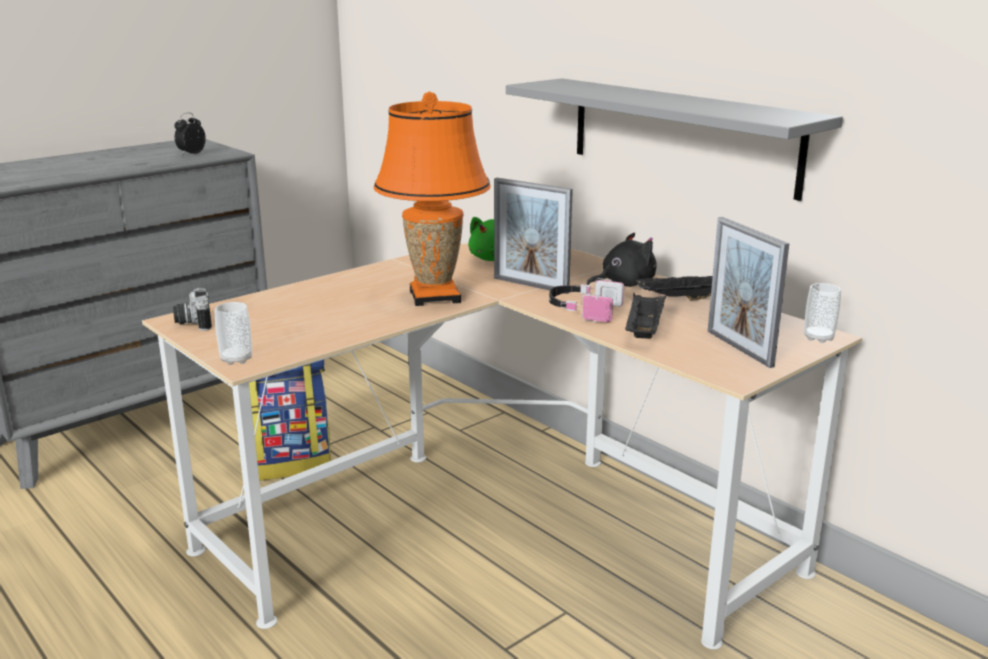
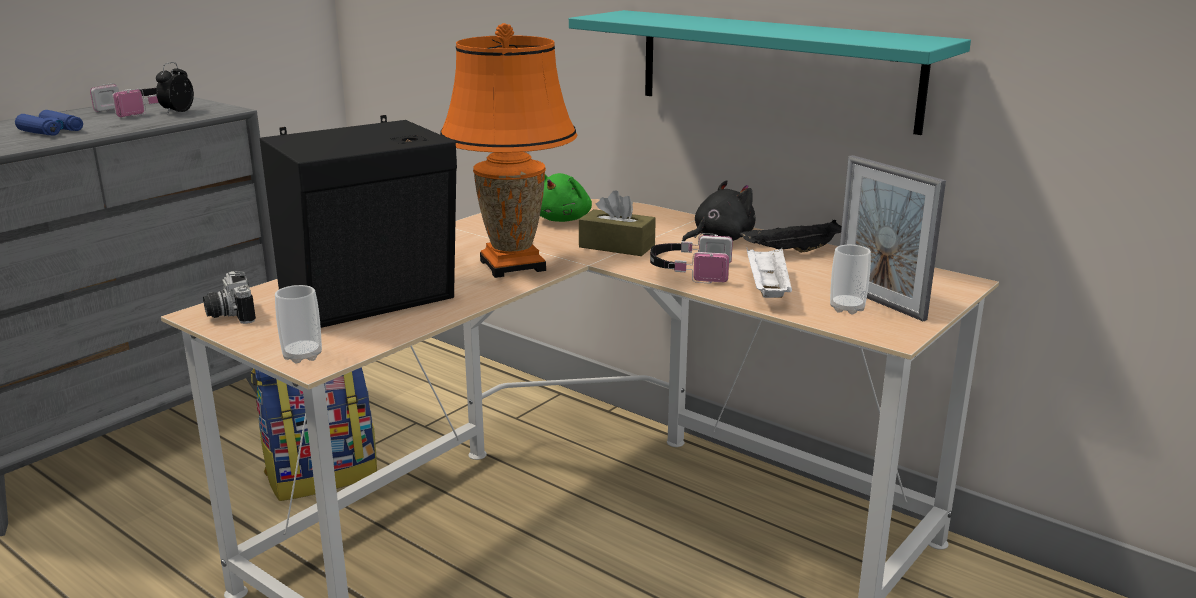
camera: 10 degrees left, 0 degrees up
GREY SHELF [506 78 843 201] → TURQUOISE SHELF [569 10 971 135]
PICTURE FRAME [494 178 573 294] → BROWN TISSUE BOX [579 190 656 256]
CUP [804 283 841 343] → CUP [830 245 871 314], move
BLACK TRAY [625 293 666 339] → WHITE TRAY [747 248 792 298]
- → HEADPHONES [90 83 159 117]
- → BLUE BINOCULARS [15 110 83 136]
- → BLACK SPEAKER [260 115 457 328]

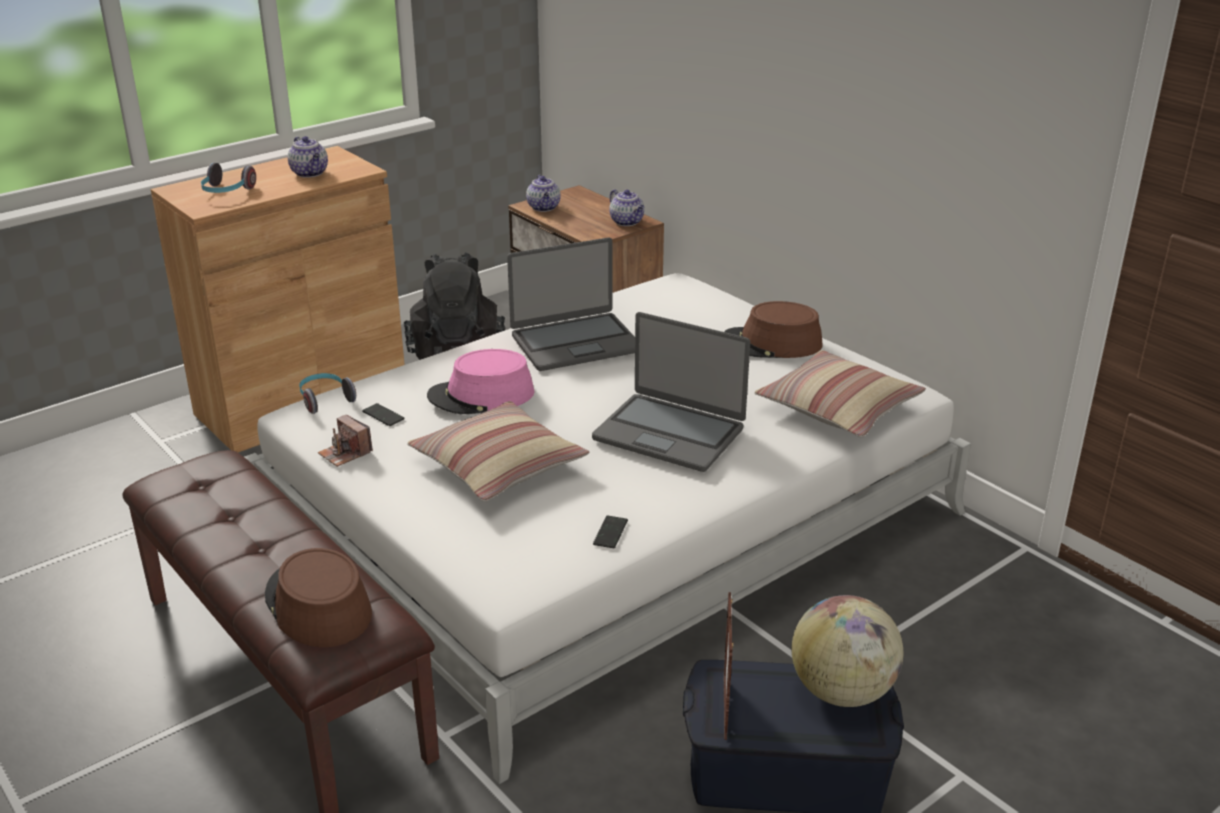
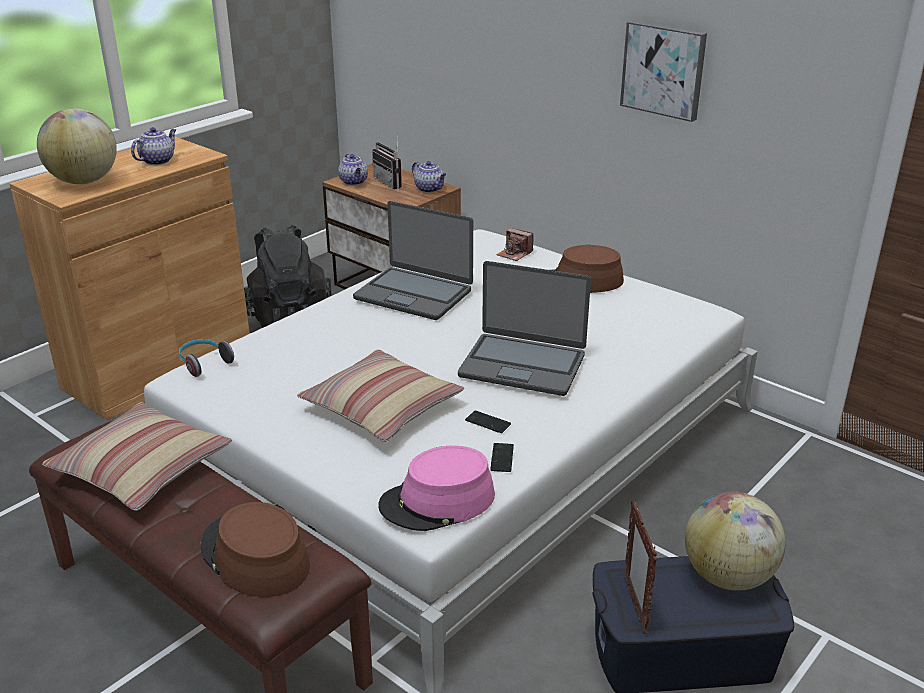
camera: 10 degrees left, 0 degrees up
TEAPOT [288 136 328 178] → TEAPOT [131 127 177 165], 105 degrees counterclockwise
HEADPHONES [201 163 256 193] → GLOBE [37 108 117 184]
LAPTOP [507 238 635 371] → LAPTOP [353 201 473 320], 60 degrees clockwise
PINK HAT [427 349 535 414] → PINK HAT [378 446 495 531], move
PILLOW [754 350 926 438] → PILLOW [42 402 232 511], move
PHONE [362 403 405 426] → PHONE [465 410 511 433], move
PHOTO CAMERA [318 415 373 467] → PHOTO CAMERA [496 228 533 261], move
- → PICTURE [620 21 707 122]
- → RADIO [372 133 402 189]

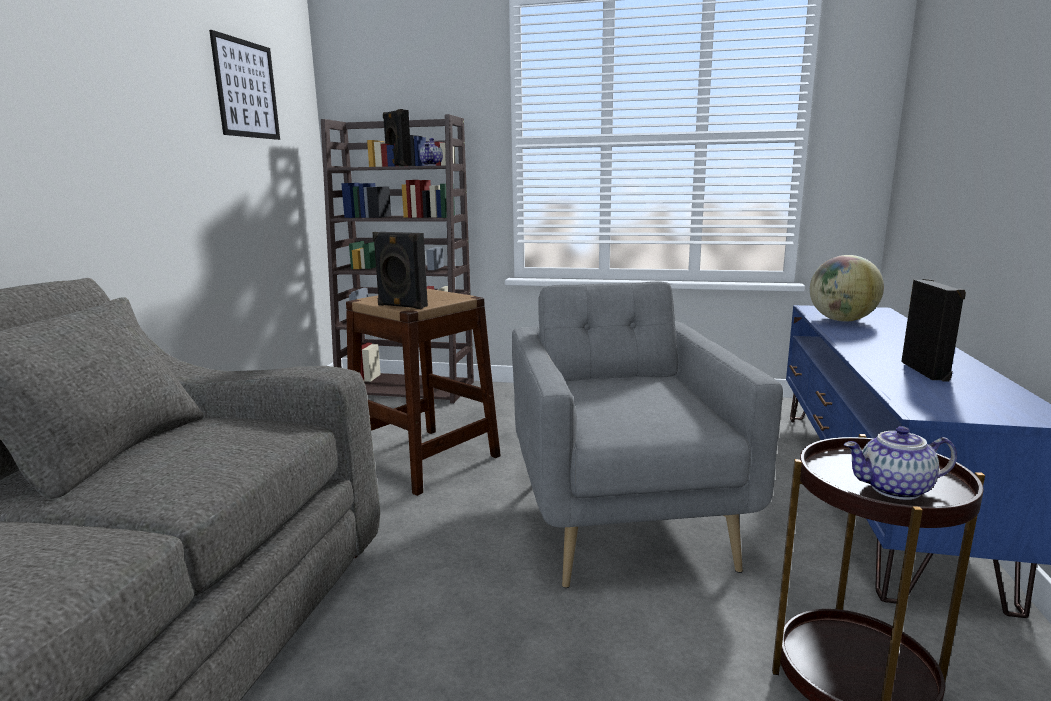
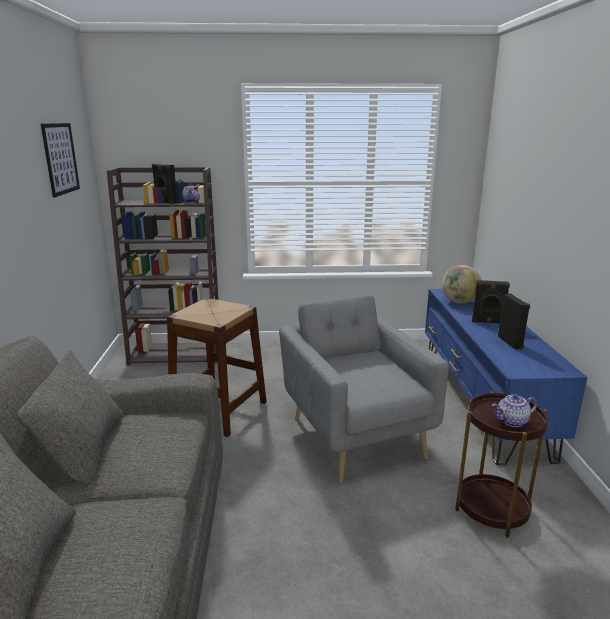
camera: 15 degrees left, 5 degrees up
BLACK SPEAKER [372 232 428 309] → BLACK SPEAKER [472 280 510 323], move

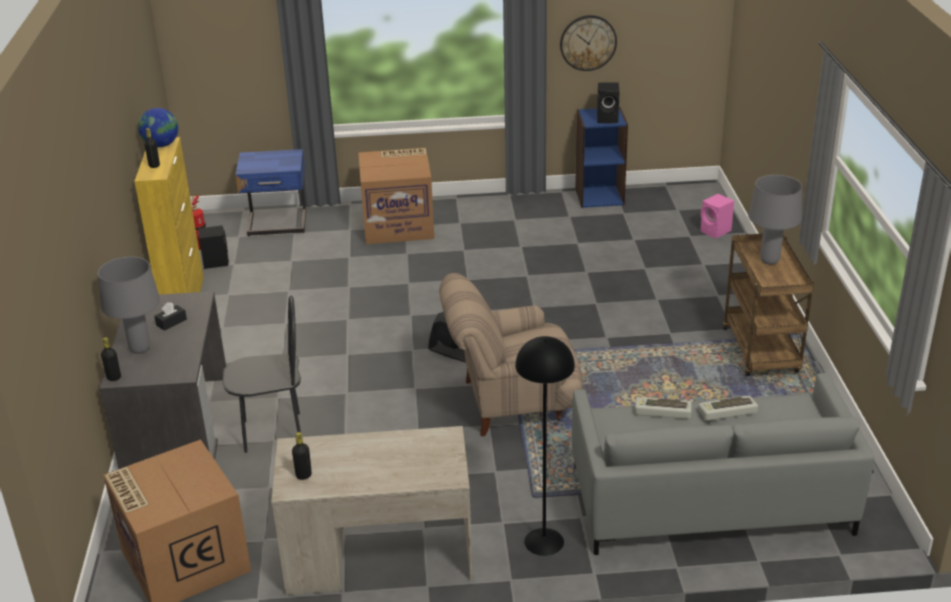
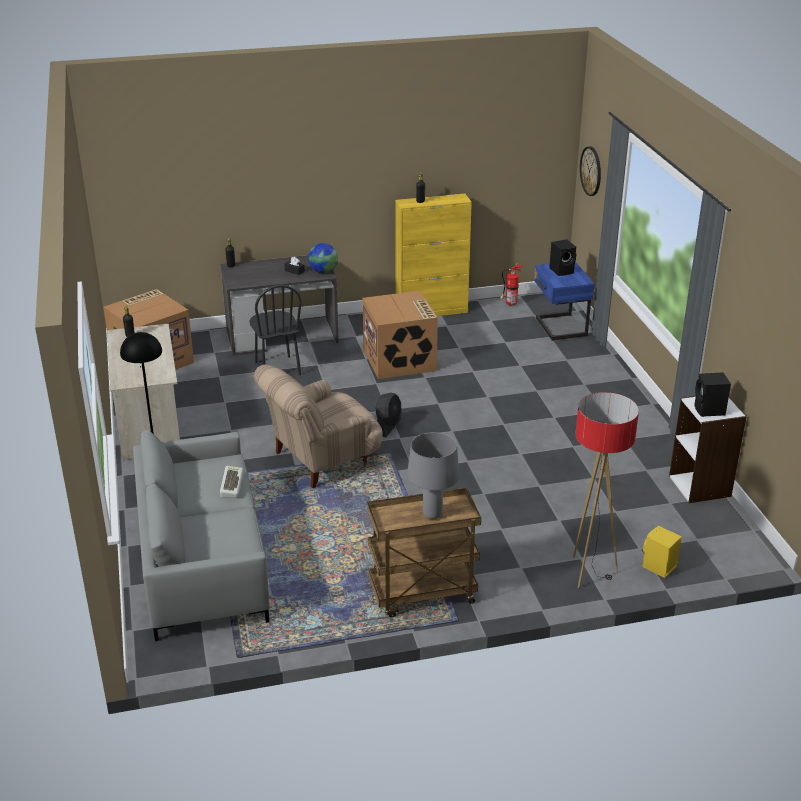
camera: 80 degrees right, 0 degrees up
WALL CLOCK [560 15 617 71] → WALL CLOCK [580 147 601 196], move
BLUE BOOKCASE [575 107 628 208] → WHITE BOOKCASE [669 396 746 503]
GLOBE [138 108 178 147] → GLOBE [308 243 338 273], move
CARDBOARD BOX [358 148 434 244] → CARDBOARD BOX [363 291 438 379], move
PINK SPEAKER [700 194 734 238] → YELLOW SPEAKER [642 526 682 578]
BLACK SPEAKER [198 225 229 269] → BLACK SPEAKER [549 239 576 276], move
GREY TABLE LAMP [98 257 160 354] → -
BEIGE ARMCHAIR [439 273 583 436] → BEIGE ARMCHAIR [254 364 383 488], 105 degrees counterclockwise
KEYBOARD [698 396 758 421] → -
- → FLOOR LAMP [573 392 639 588]

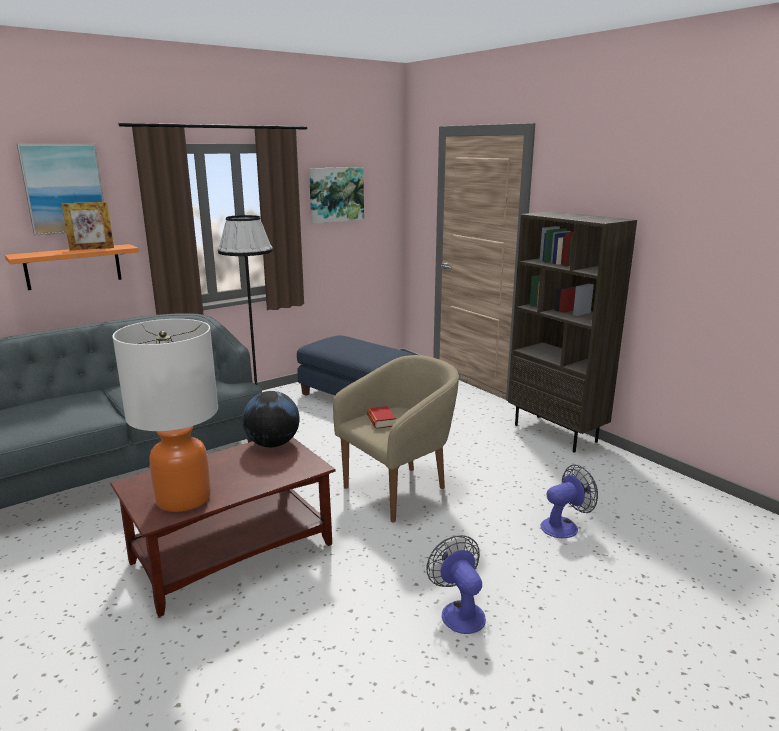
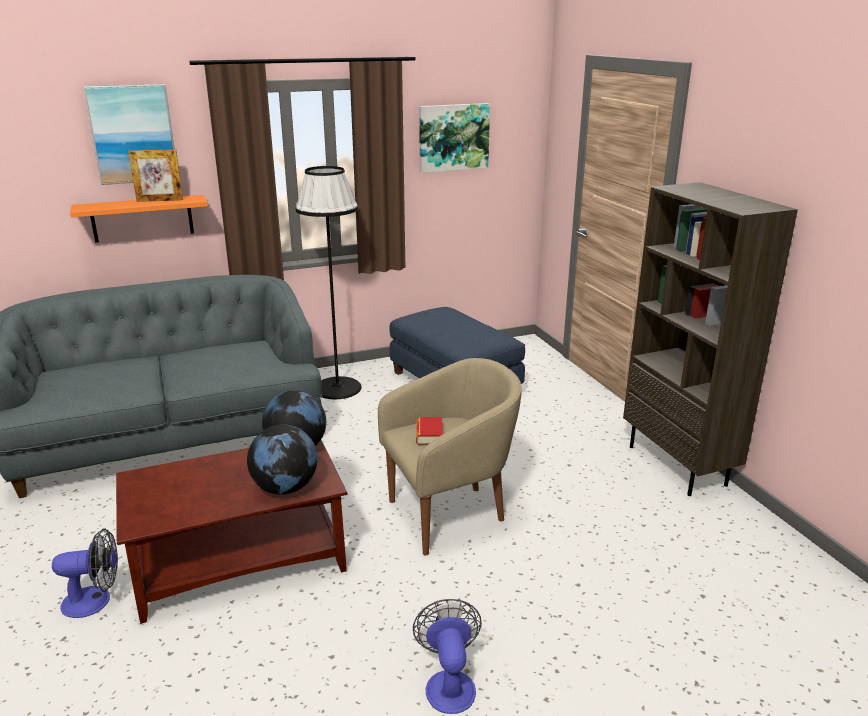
camera: 15 degrees right, 5 degrees up
TABLE LAMP [112 319 218 512] → -
FAN [541 465 598 538] → FAN [52 528 118 618], move
- → GLOBE [247 425 317 495]

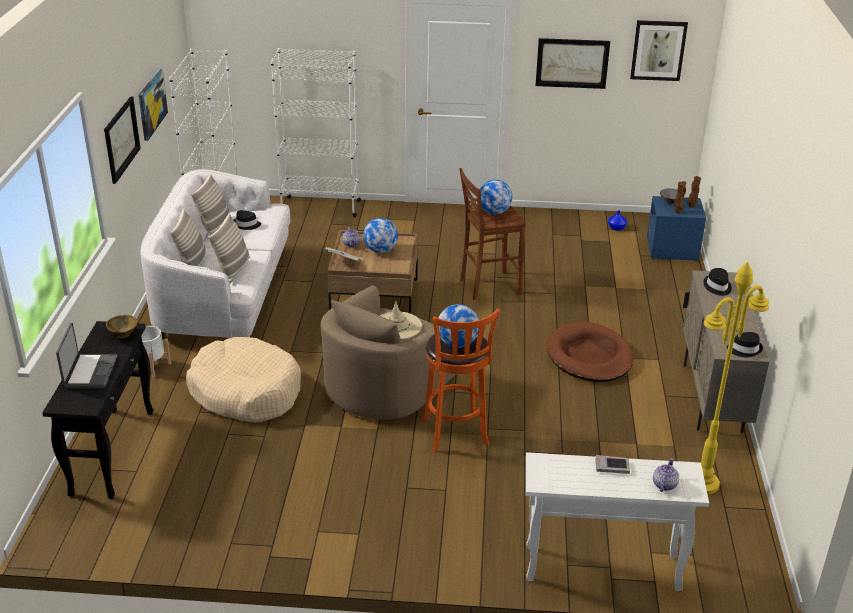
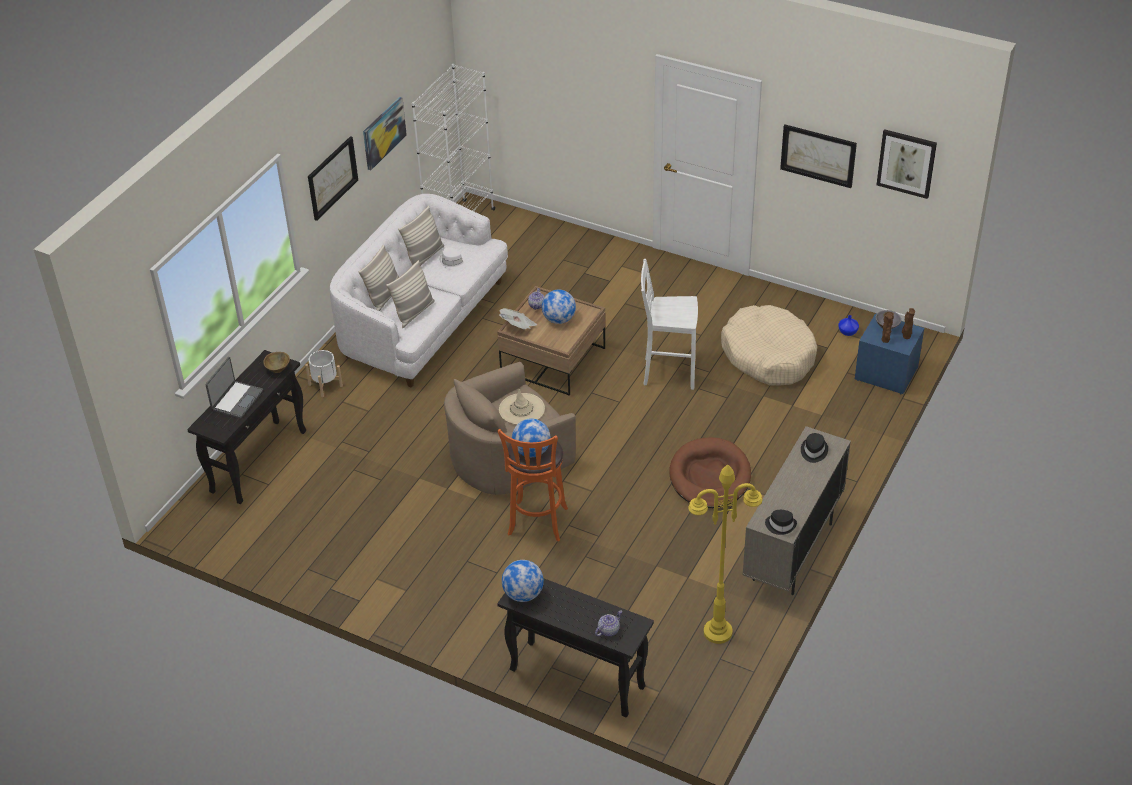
camera: 25 degrees right, 10 degrees up
WHITE BOOKCASE [271 48 361 217] → -
BROWN STOOL [459 168 526 300] → WHITE STOOL [641 259 698 390]
GLOBE [480 180 512 214] → GLOBE [502 560 544 602], move
BLACK HAT [234 210 261 230] → WHITE HAT [440 247 466 269]
BEIGE DOG BED [186 337 301 423] → BEIGE DOG BED [721 305 817 386], move
WHITE CONSOLE TABLE [526 452 709 591] → BLACK CONSOLE TABLE [497 579 654 717]
BOOK [595 455 630 474] → -

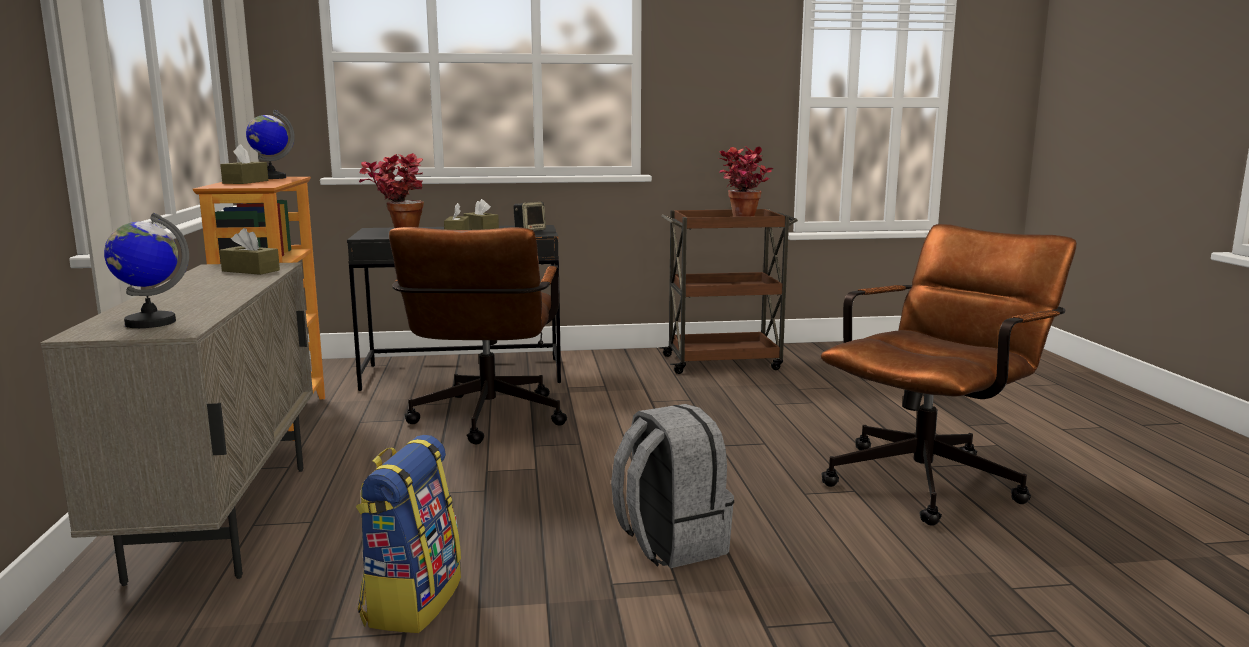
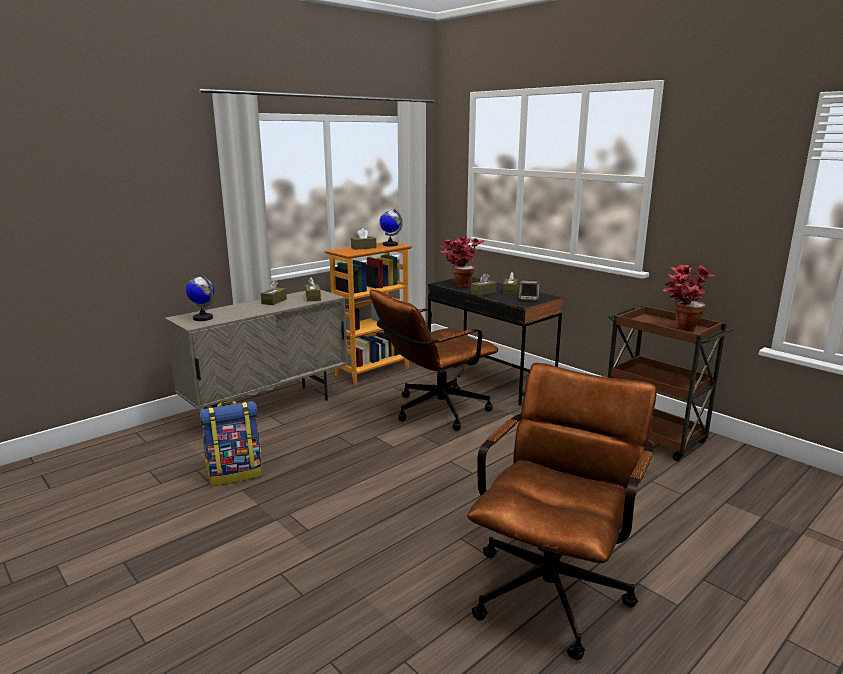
camera: 55 degrees right, 5 degrees up
BROWN OFFICE CHAIR [821 224 1077 526] → BROWN OFFICE CHAIR [467 363 657 660], 75 degrees counterclockwise
GREY BACKPACK [611 404 734 568] → -
- → BROWN TISSUE BOX [261 280 287 305]

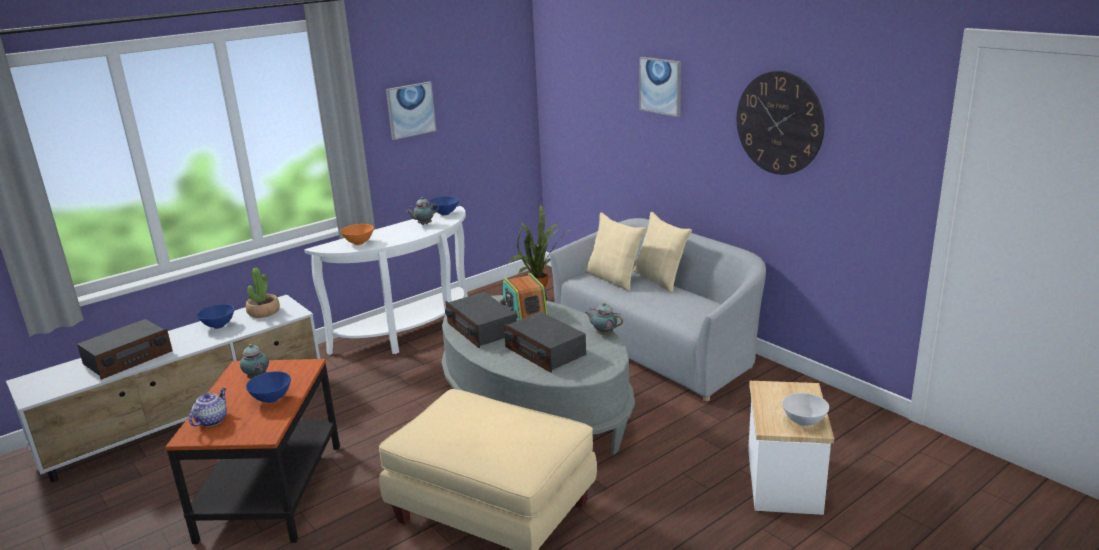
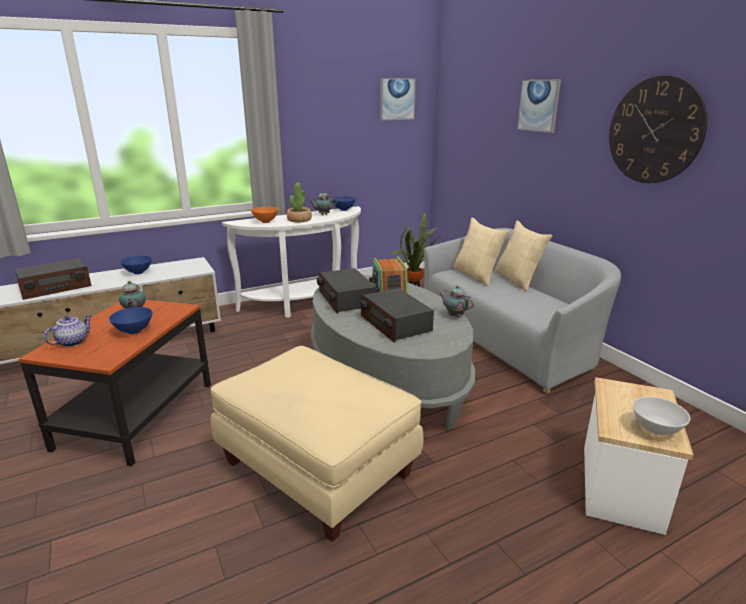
camera: 10 degrees right, 0 degrees up
PICTURE [386 82 437 140] → PICTURE [380 78 416 121], move
POTTED PLANT [246 268 280 318] → POTTED PLANT [287 183 312 223], move

